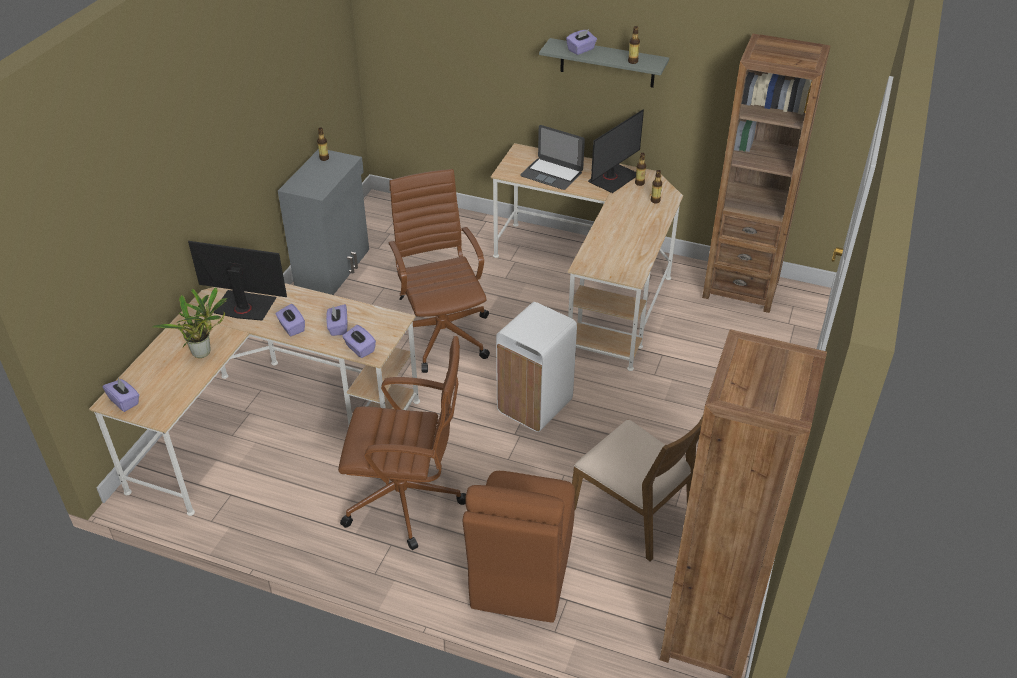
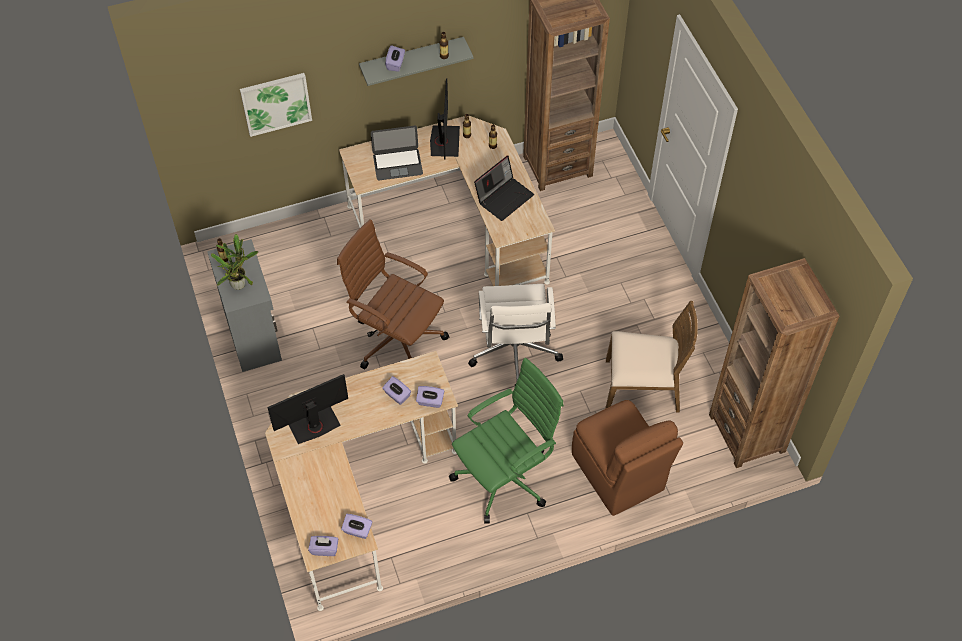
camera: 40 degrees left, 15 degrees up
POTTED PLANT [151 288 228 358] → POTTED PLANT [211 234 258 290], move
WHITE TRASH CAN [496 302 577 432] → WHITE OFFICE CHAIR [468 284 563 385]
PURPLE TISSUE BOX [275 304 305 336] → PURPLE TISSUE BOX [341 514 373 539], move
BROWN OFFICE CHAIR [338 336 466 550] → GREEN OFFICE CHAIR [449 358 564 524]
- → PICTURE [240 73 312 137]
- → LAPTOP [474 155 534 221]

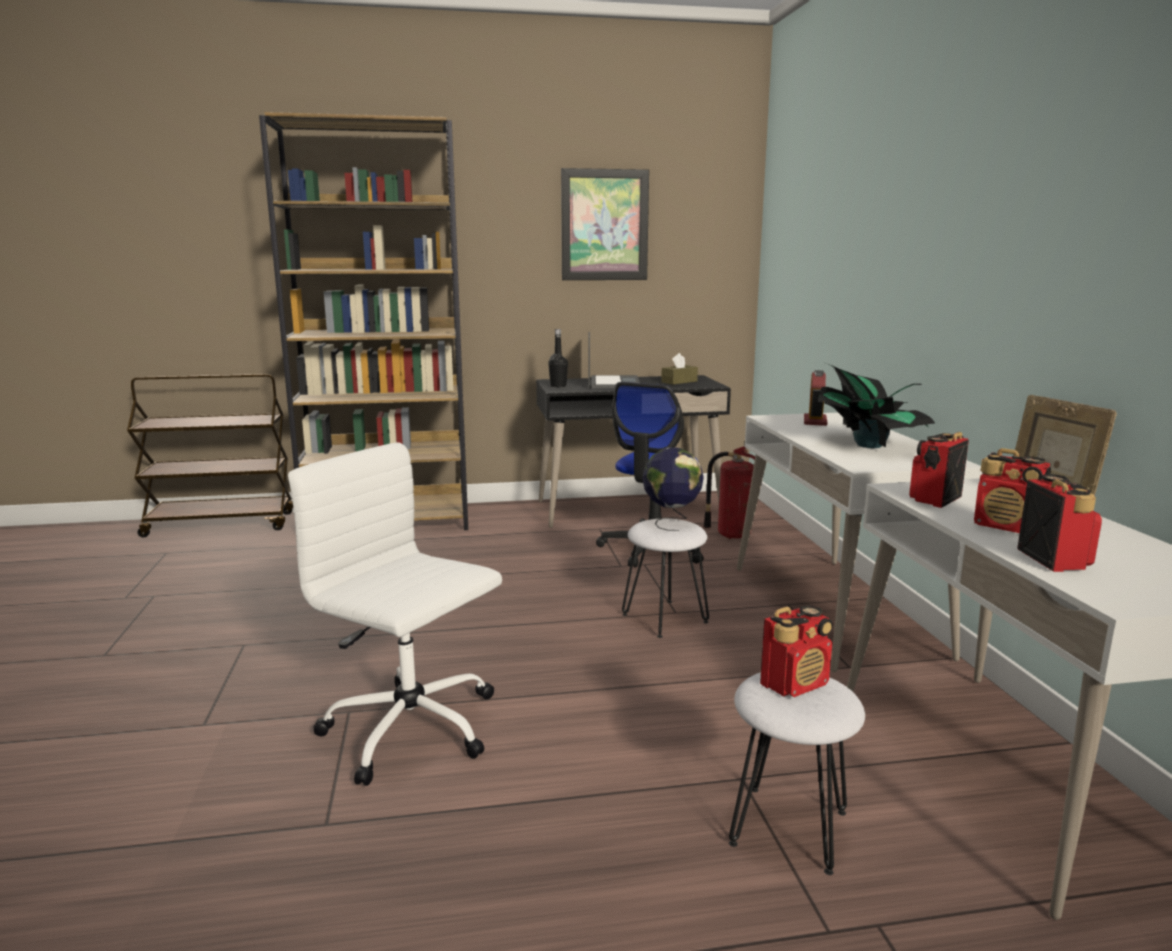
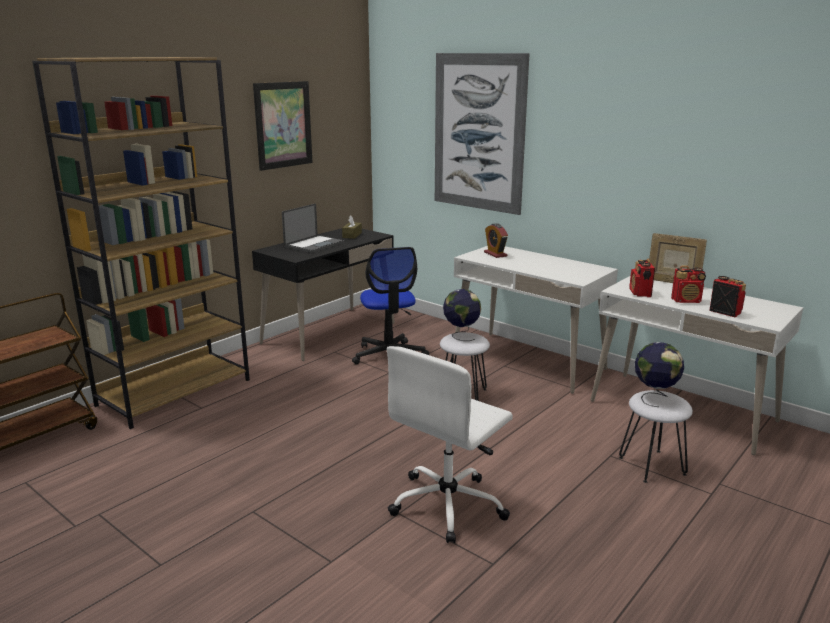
camera: 40 degrees left, 5 degrees up
BLACK BOTTLE [548 329 568 387] → -
LAPTOP [588 332 640 389] → LAPTOP [282 203 344 253], 75 degrees clockwise
POTTED PLANT [818 362 935 448] → -
WHITE OFFICE CHAIR [288 442 502 786] → WHITE OFFICE CHAIR [387 346 513 543], 45 degrees counterclockwise
FIRE EXTINGUISHER [703 446 755 539] → -
RADIO [760 605 833 697] → GLOBE [635 342 684 407]
- → PICTURE [435 53 530 215]

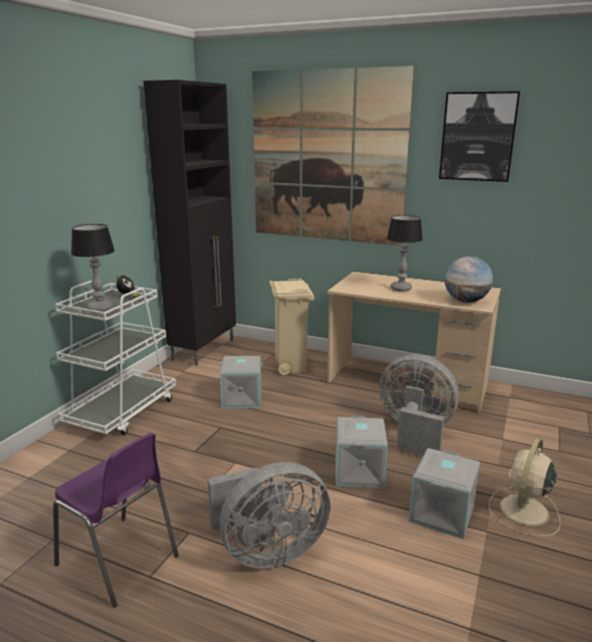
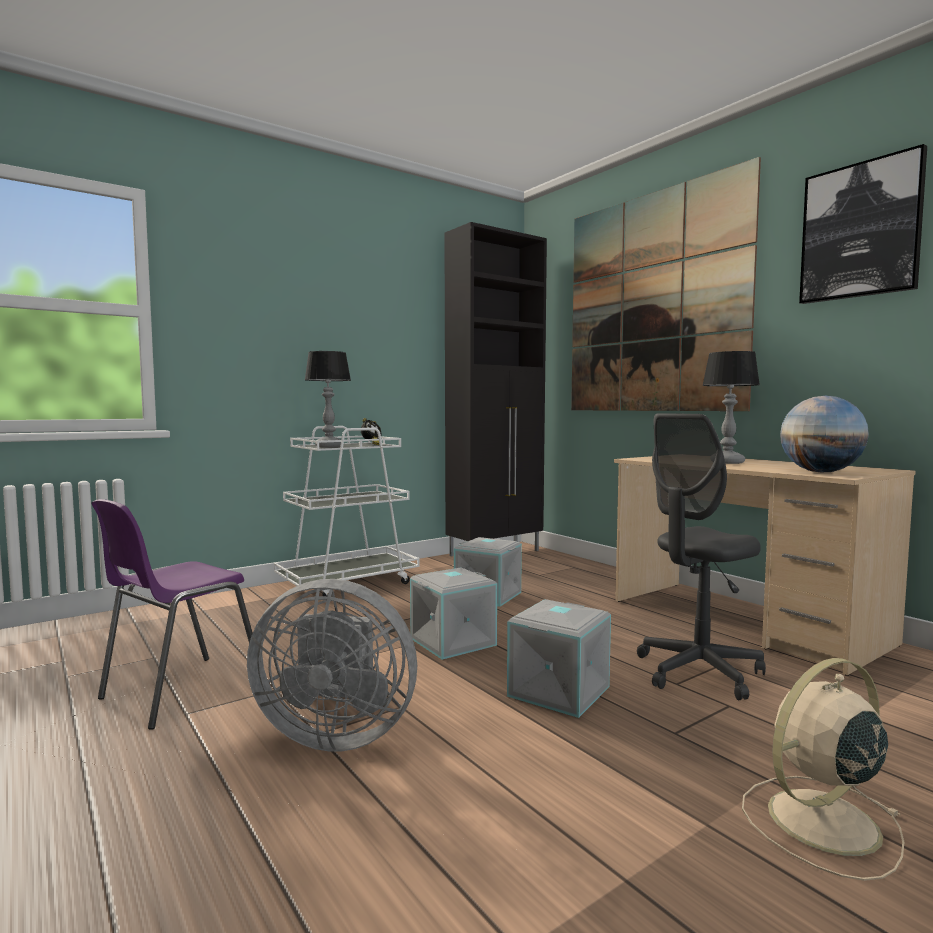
camera: 30 degrees right, 15 degrees down
BEIGE TRASH CAN [270 279 314 375] → -
GREY FAN [379 354 459 456] → GREY OFFICE CHAIR [637 413 766 700]
PURPLE CHAIR [53 433 179 608] → PURPLE CHAIR [91 499 253 730], 60 degrees clockwise
GREY STORAGE BOX [409 448 480 539] → GREY STORAGE BOX [410 567 497 660], move

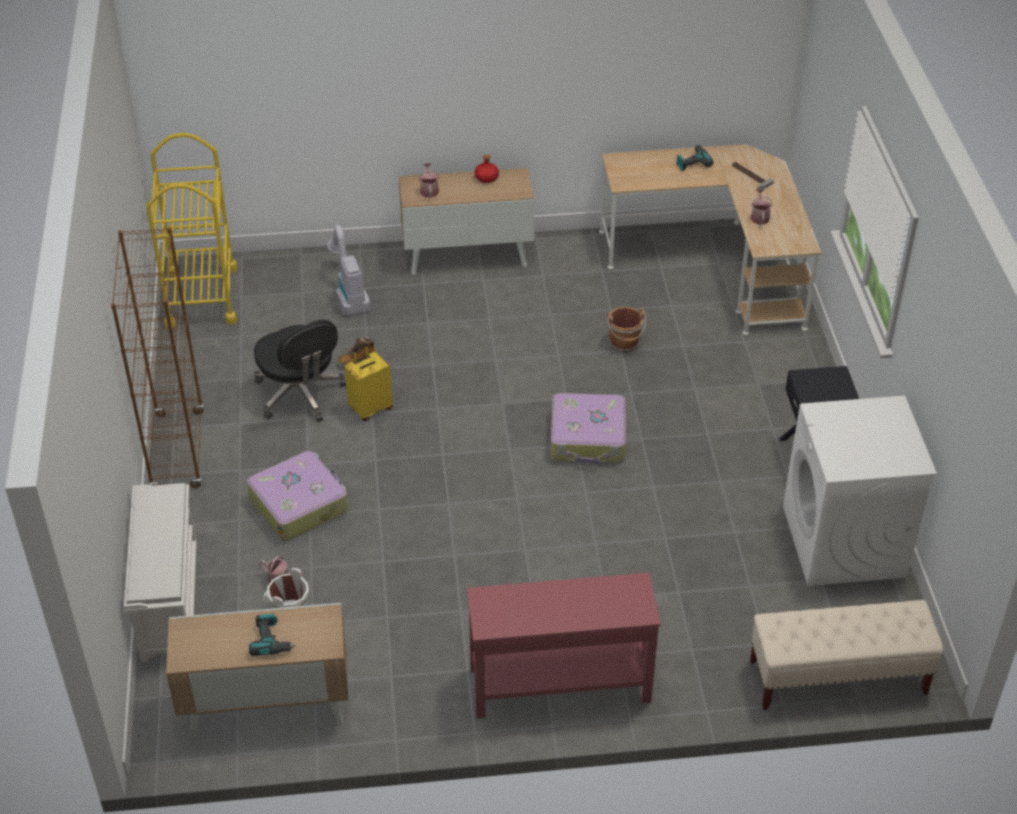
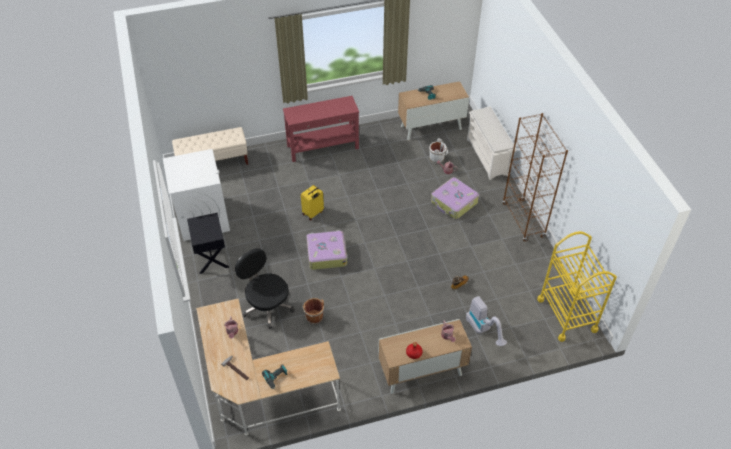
camera: 170 degrees right, 5 degrees up
BLACK OFFICE CHAIR [254 319 346 422] → BLACK OFFICE CHAIR [235 248 295 329], move
YELLOW SUITCASE [345 343 393 421] → YELLOW SUITCASE [301 185 324 221], move

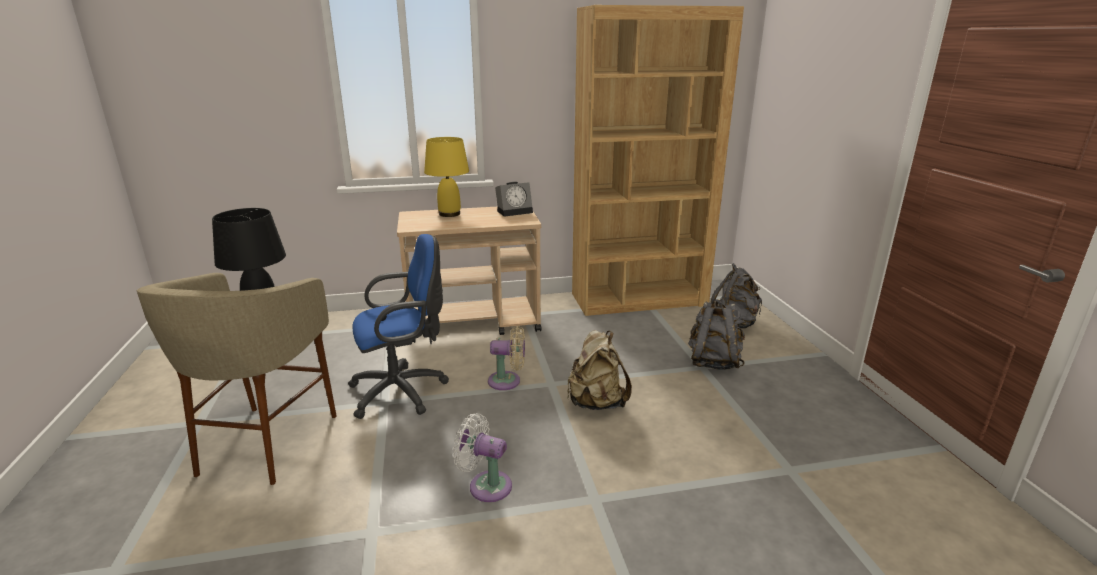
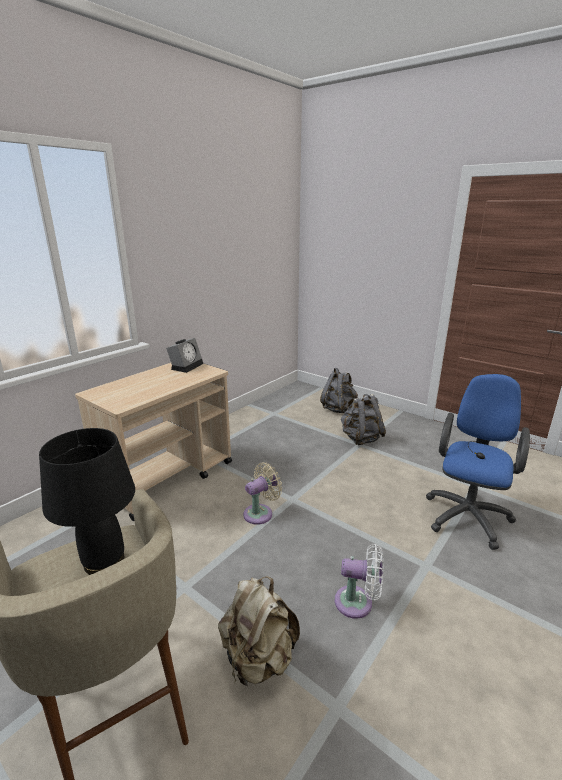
camera: 40 degrees left, 0 degrees up
BROWN BOOKCASE [572 5 744 316] → -
YELLOW TABLE LAMP [424 137 469 217] → -
BLUE OFFICE CHAIR [348 234 449 419] → BLUE OFFICE CHAIR [426 374 530 550], move
BEIGE BACKPACK [567 330 632 410] → BEIGE BACKPACK [218 576 300 686], move
WHITE FAN [453 413 512 502] → WHITE FAN [335 544 383 619], 150 degrees counterclockwise

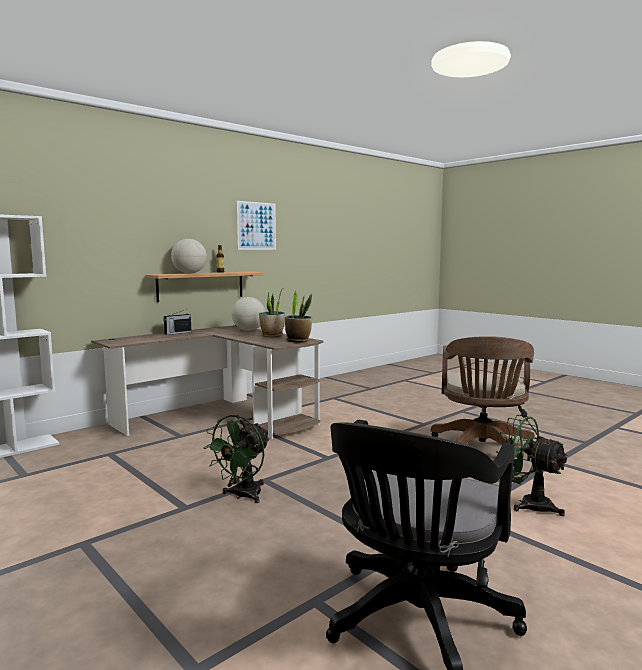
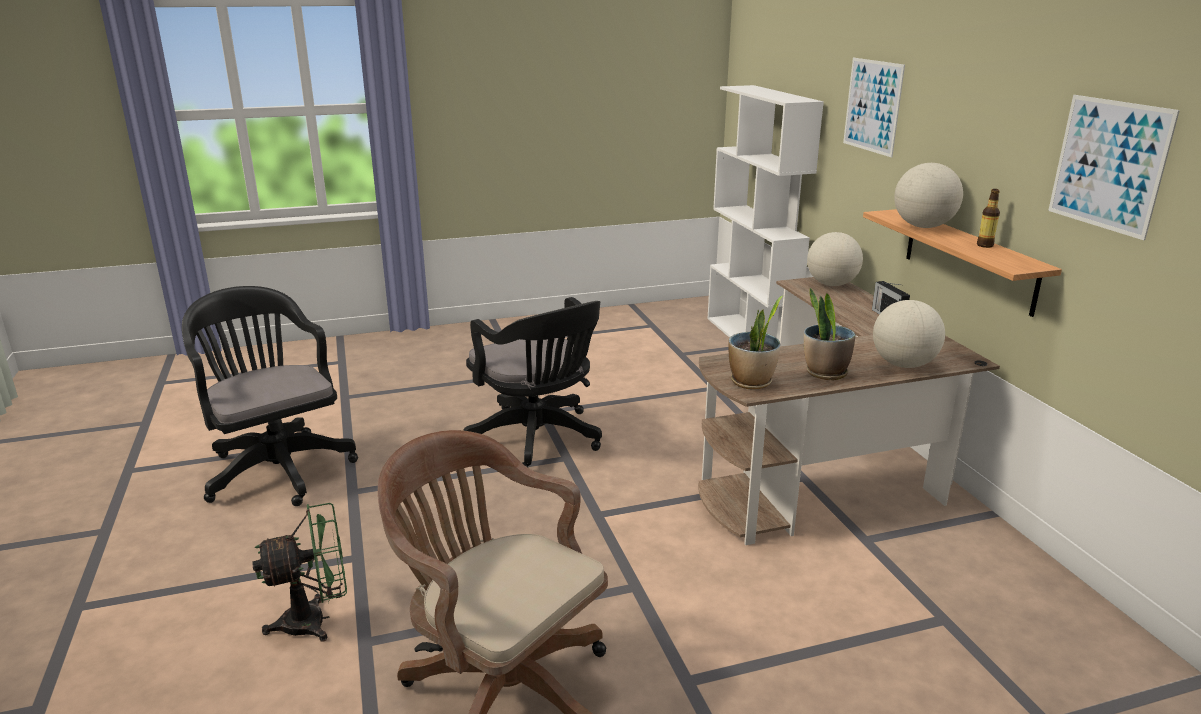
camera: 115 degrees right, 15 degrees up
GREEN FAN [203 415 270 503] → BLACK OFFICE CHAIR [463 297 602 468]
- → PICTURE [843 58 905 157]
- → GLOBE [807 232 863 286]

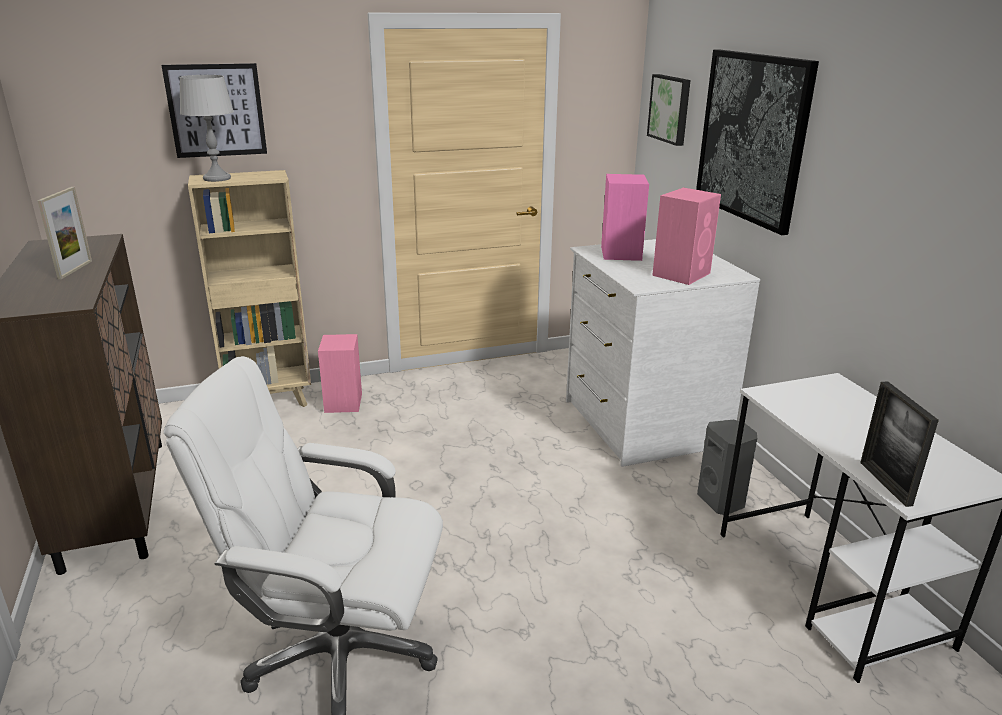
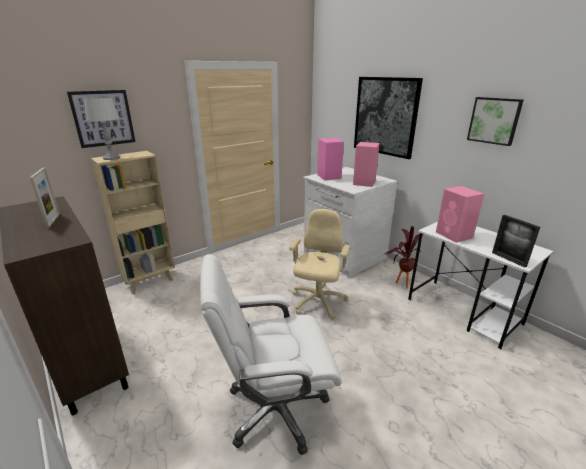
camera: 20 degrees left, 0 degrees up
PICTURE [647 74 691 146] → PICTURE [467 97 524 146], move
PINK SPEAKER [318 334 362 413] → PINK SPEAKER [436 186 484 243], move
GREY SPEAKER [697 420 757 515] → POTTED PLANT [385 226 421 289]
- → BEIGE OFFICE CHAIR [289 209 351 319]

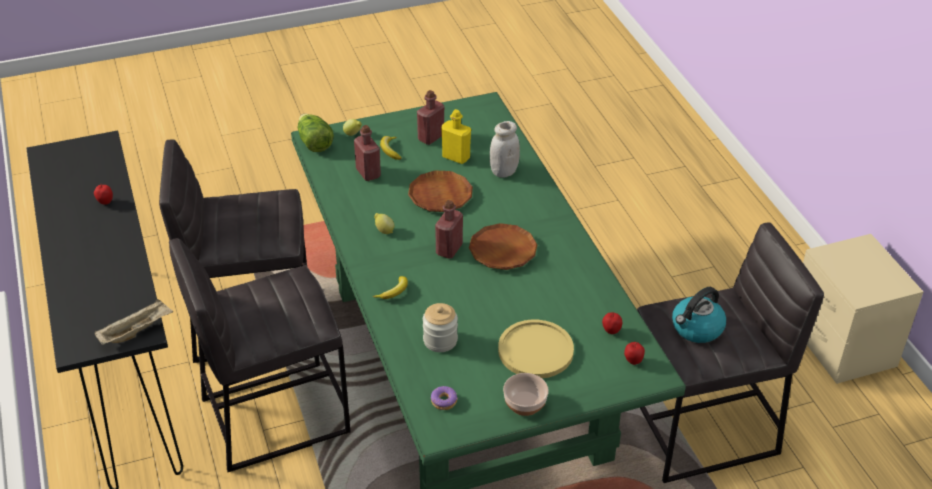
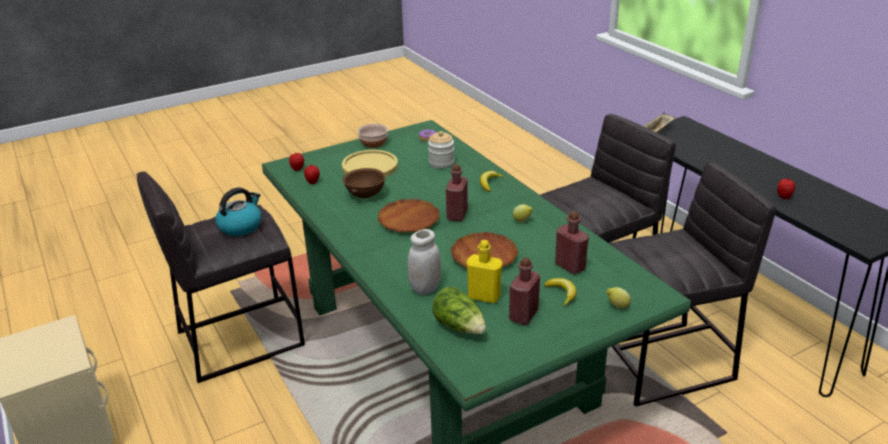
camera: 170 degrees right, 10 degrees down
LETTUCE [298 114 334 152] → LETTUCE [432 287 486 334], move
- → BROWN BOWL [343 168 386 198]

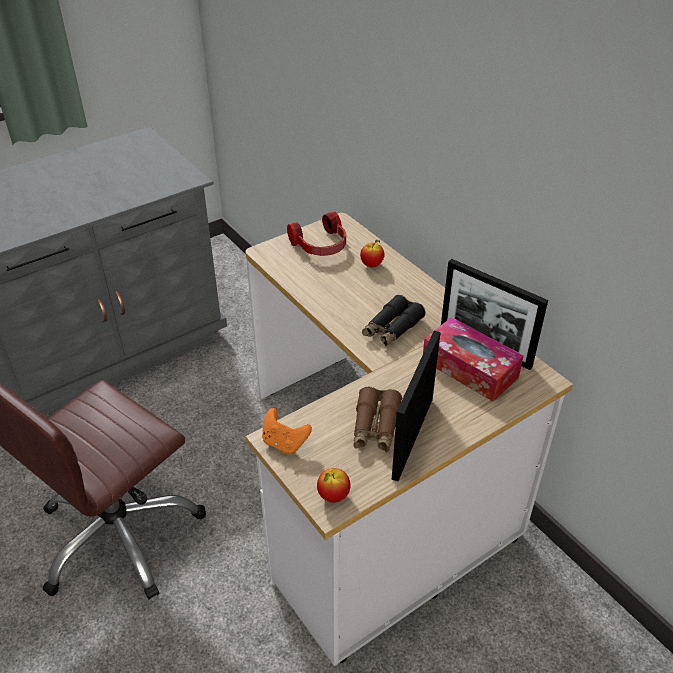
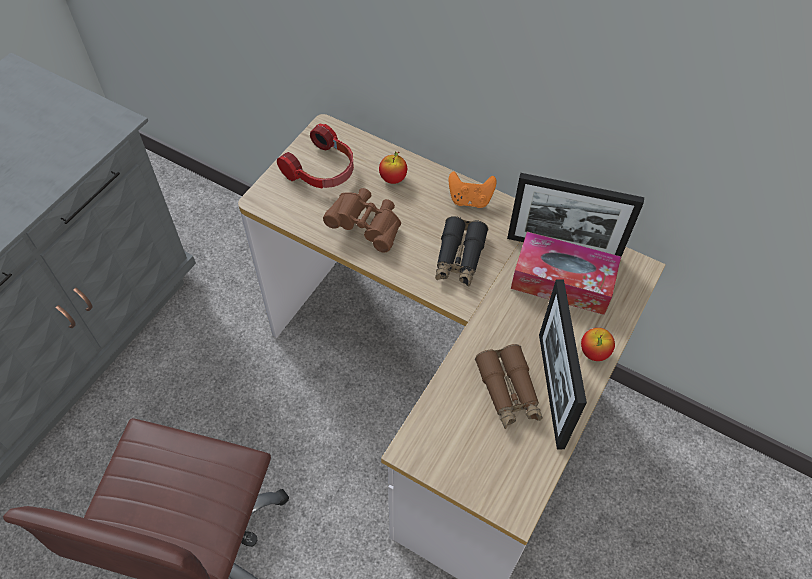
camera: 25 degrees left, 15 degrees up
ORANGE GAME CONTROLLER [262 408 312 454] → ORANGE GAME CONTROLLER [449 172 497 208], move
APPLE [317 468 350 503] → APPLE [581 328 615 361], move
- → BROWN BINOCULARS [323 188 401 253]

